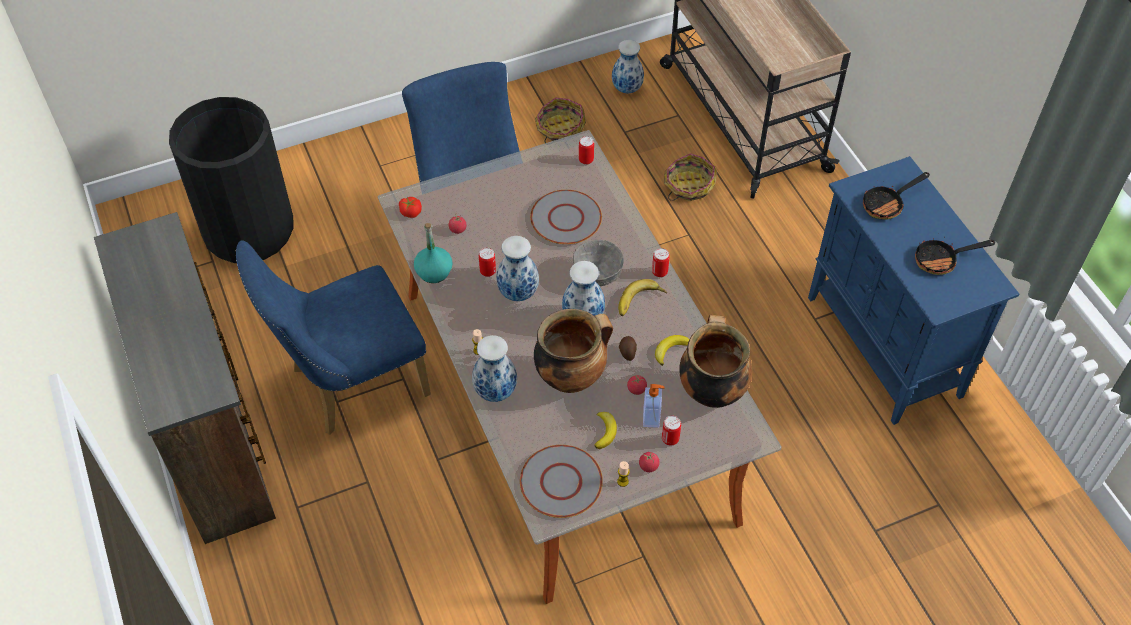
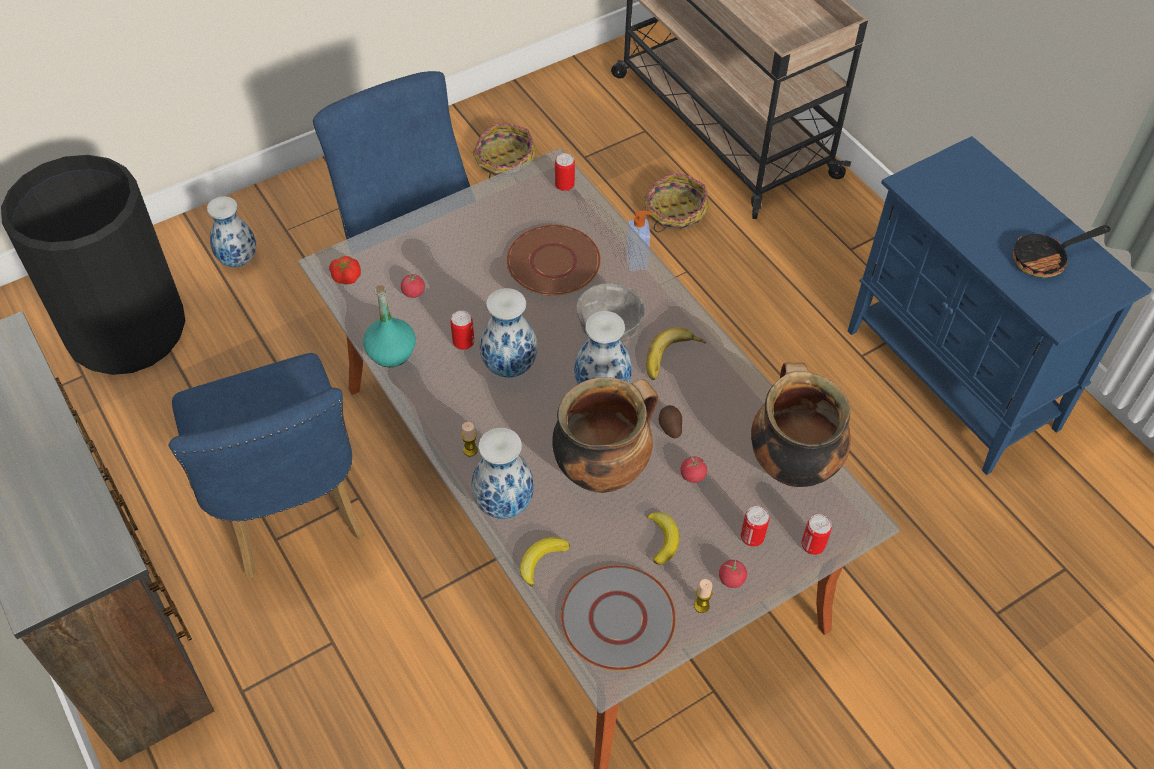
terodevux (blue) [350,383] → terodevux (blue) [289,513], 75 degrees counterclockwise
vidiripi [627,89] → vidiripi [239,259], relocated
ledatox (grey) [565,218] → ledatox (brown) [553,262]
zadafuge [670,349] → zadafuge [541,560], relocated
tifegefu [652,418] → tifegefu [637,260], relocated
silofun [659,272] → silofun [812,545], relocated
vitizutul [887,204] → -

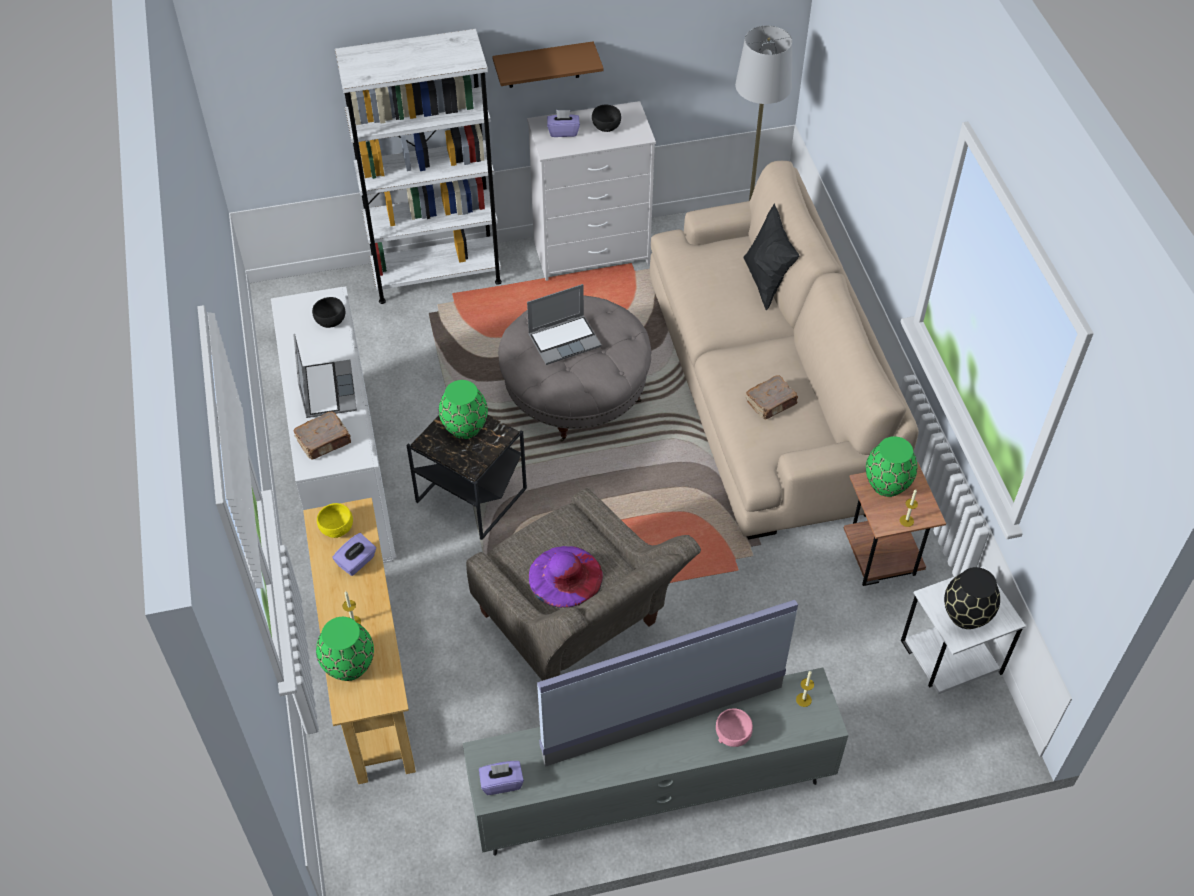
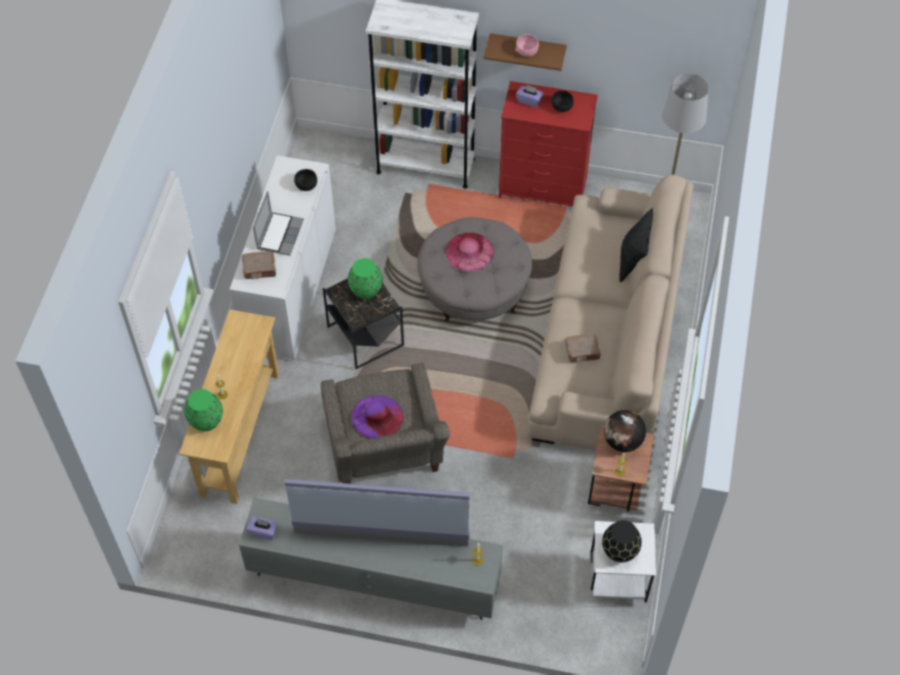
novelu [565,340] → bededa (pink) [469,252]
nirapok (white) [592,251] → nirapok (red) [543,187]
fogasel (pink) [733,733] → fogasel (pink) [526,51], relocated
vidiripi (green) [887,484] → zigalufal [622,441]
fogasel (yellow) [336,527] → -
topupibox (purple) [356,562] → -

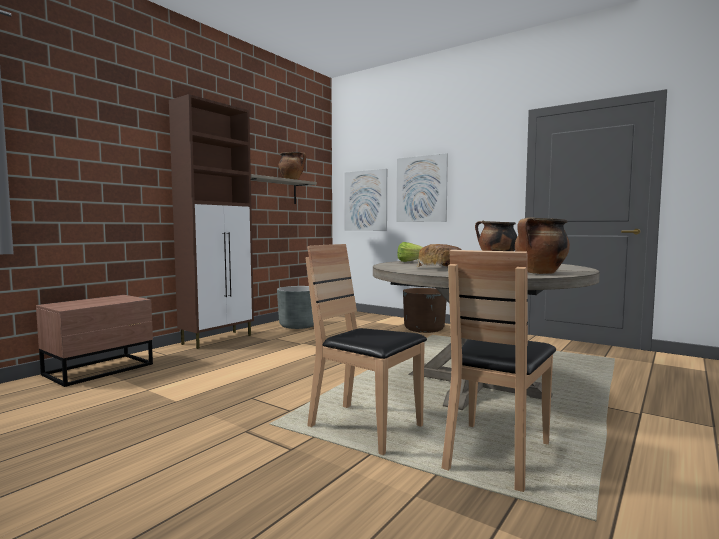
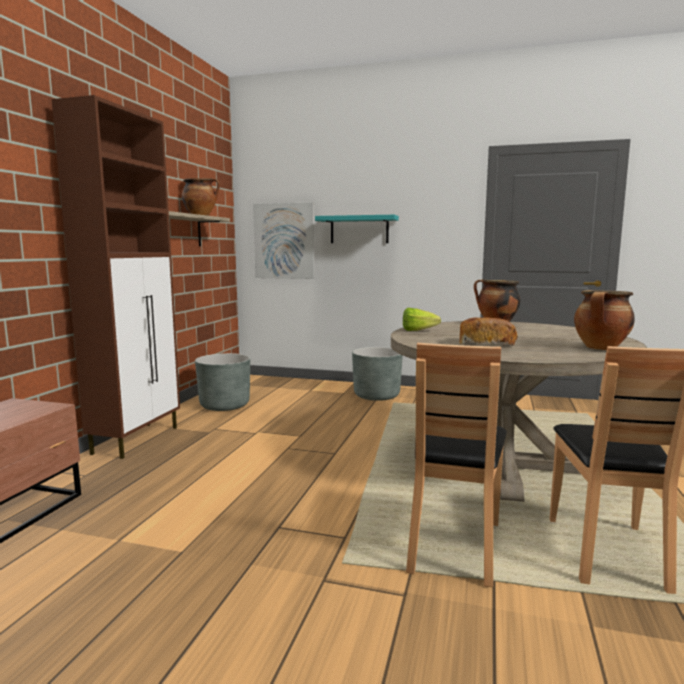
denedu [421,189] → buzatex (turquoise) [359,229]
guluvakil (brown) [424,329] → guluvakil (grey) [376,395]
terodevux (brown) [365,428] → terodevux (brown) [453,545], 90 degrees counterclockwise

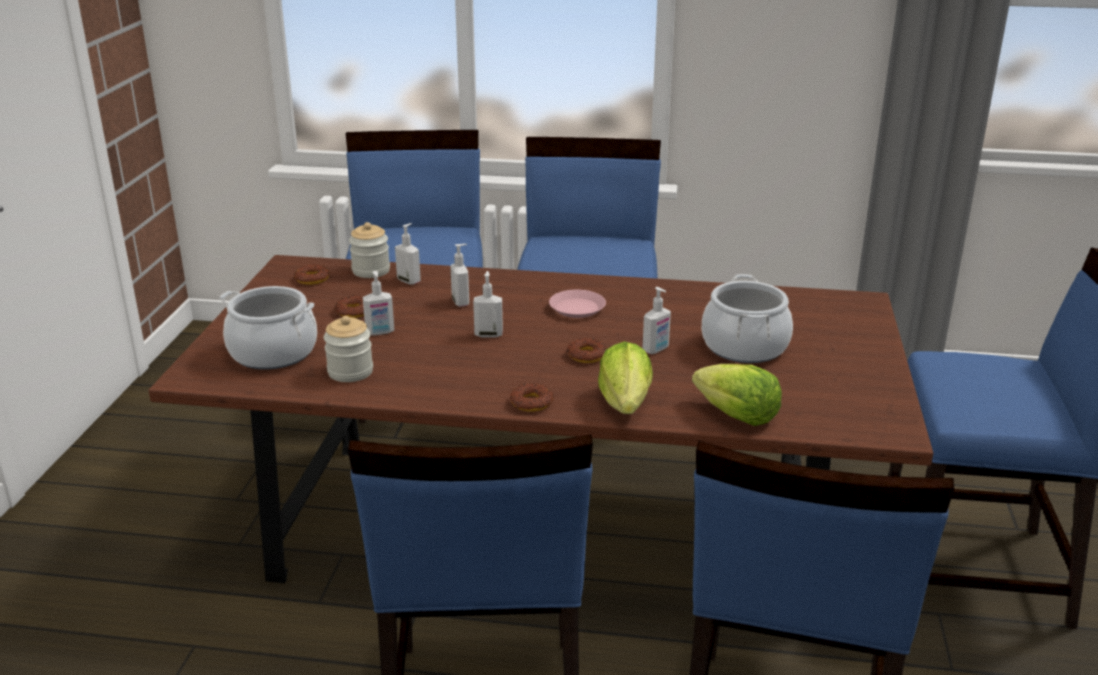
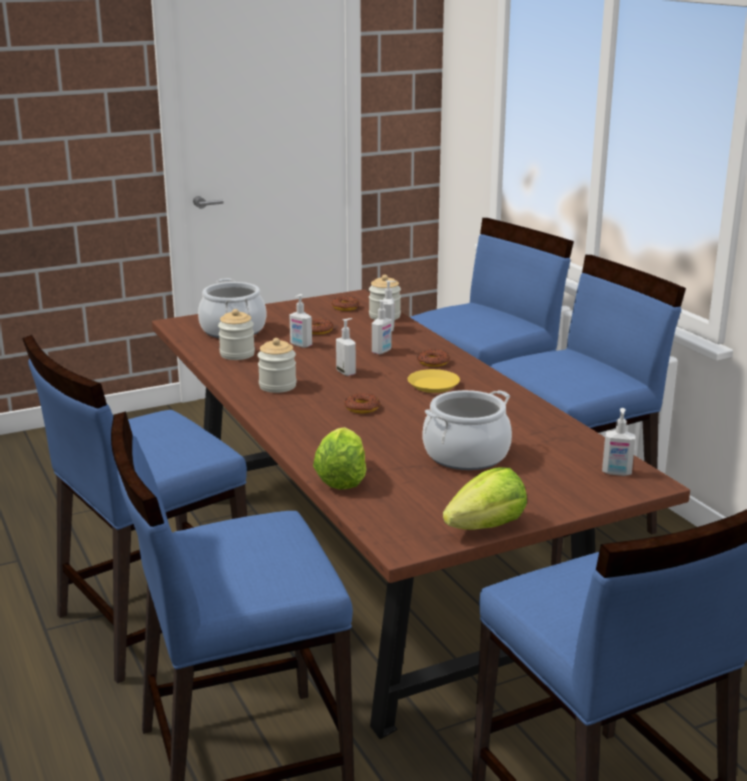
- → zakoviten [277,386]
ledatox (pink) [577,308] → ledatox (yellow) [433,385]
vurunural [531,403] → vurunural [433,362], relocated
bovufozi [625,403] → bovufozi [486,526], relocated
tifegefu [656,350] → tifegefu [616,473], relocated

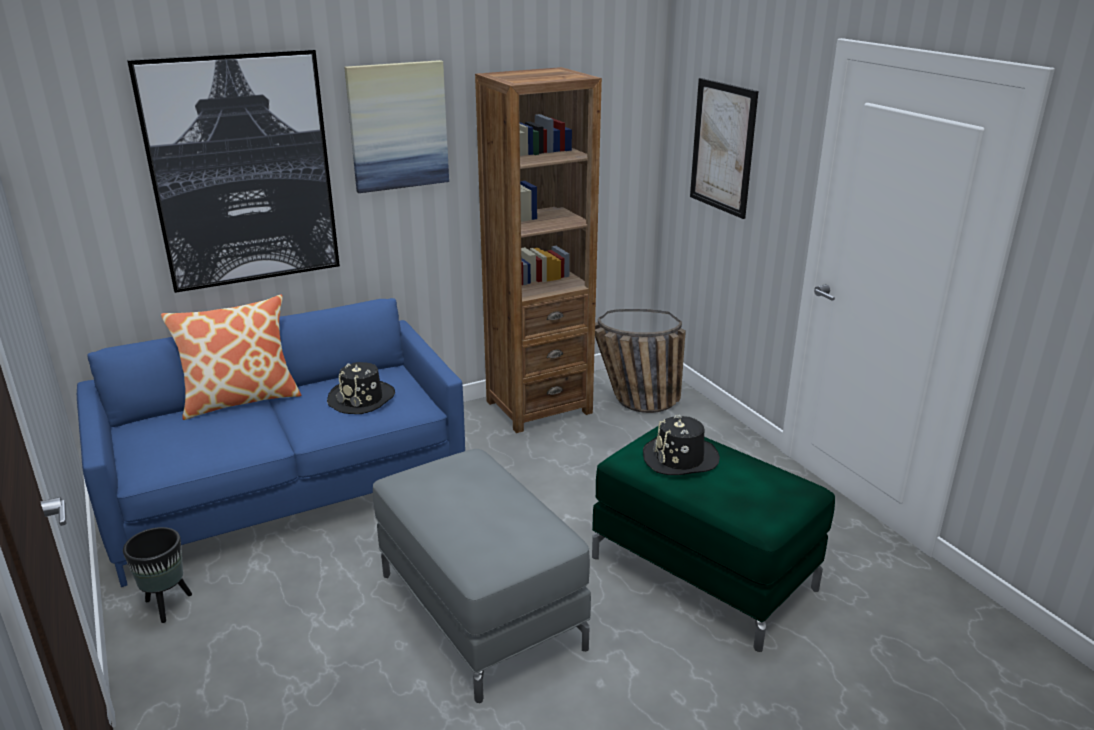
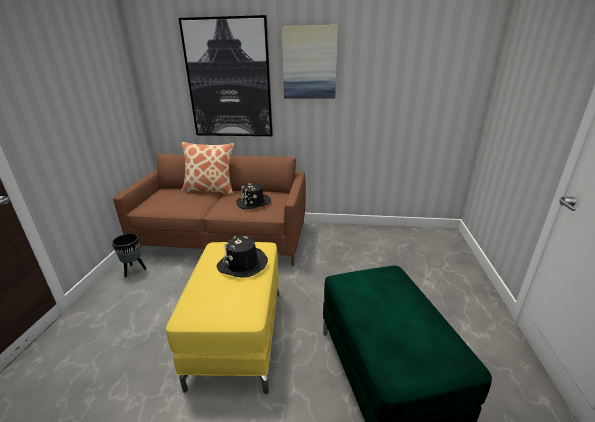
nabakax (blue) [287,491] → nabakax (brown) [224,238]
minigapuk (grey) [478,609] → minigapuk (yellow) [238,334]
bededa (black) [680,458] → bededa (black) [242,264], relocated
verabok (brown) [538,407] → -
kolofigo [633,403] → -
denedu [722,147] → -

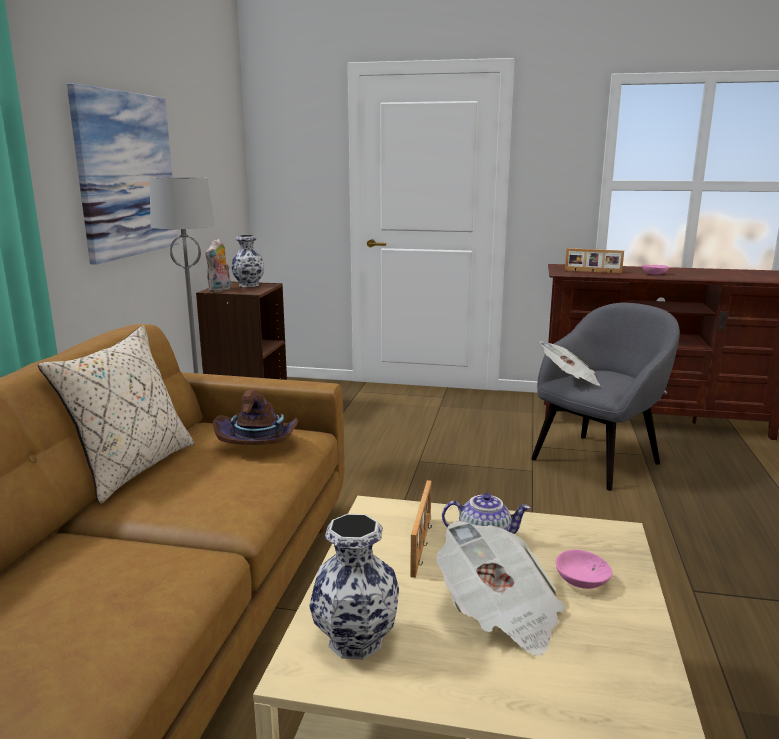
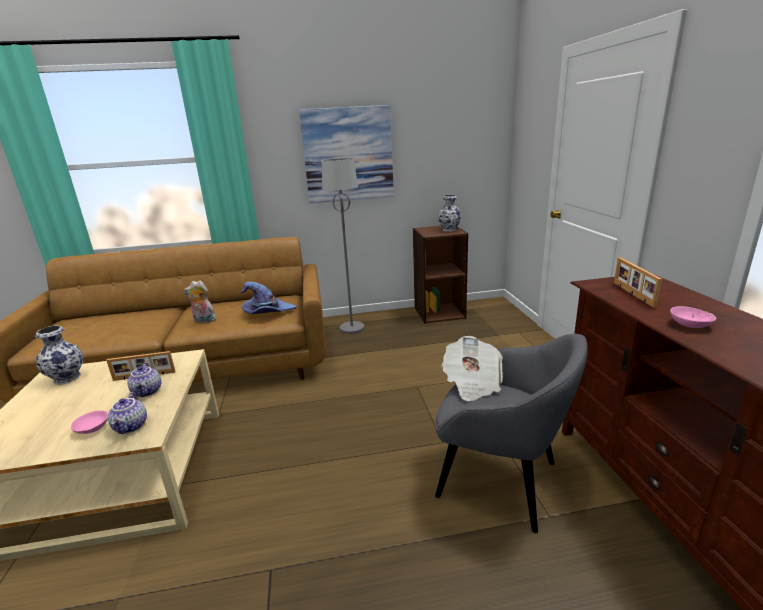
- → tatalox [132,426]
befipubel [220,290] → befipubel [203,321], relocated
bededa (brown) [259,442] → bededa (purple) [267,312]
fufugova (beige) [131,468] → -
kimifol [500,614] → -

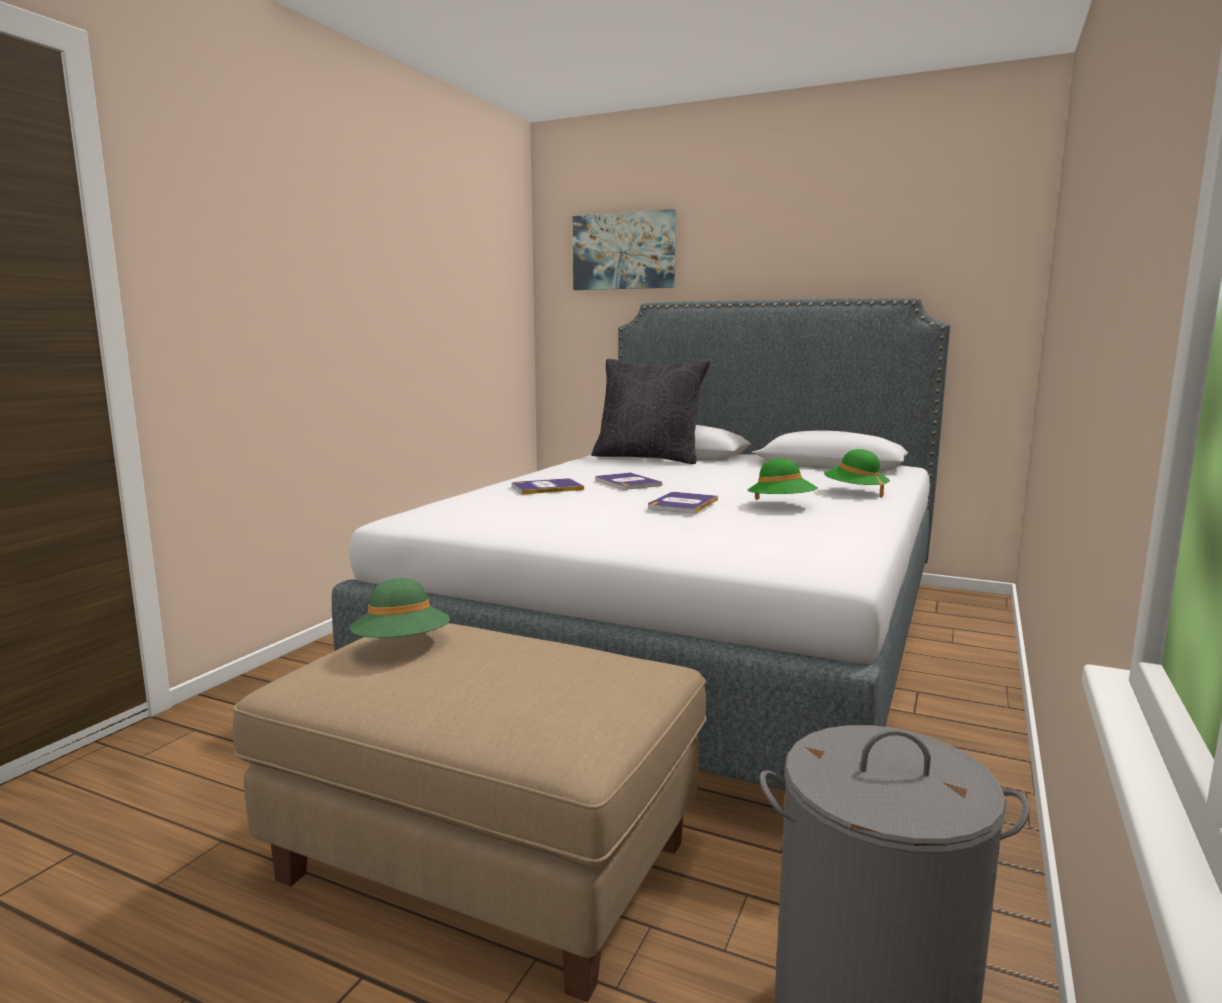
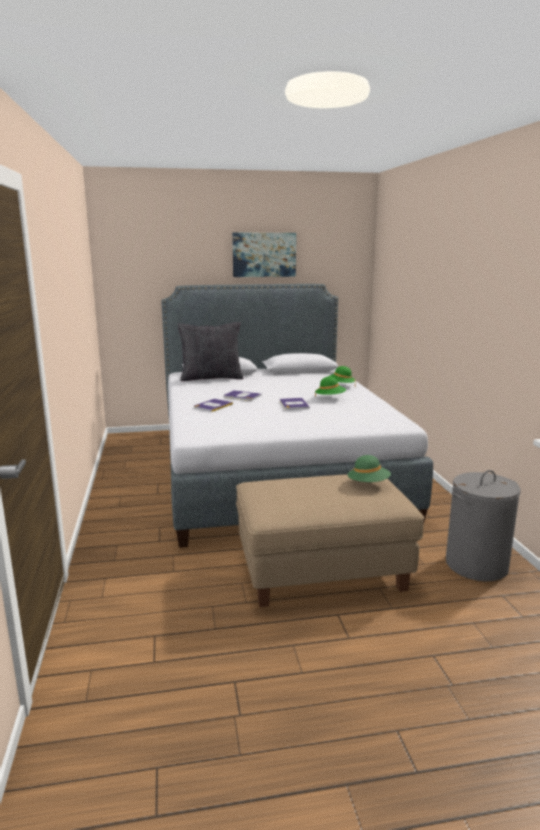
denedu [623,251] → denedu [264,254], relocated
bededa (green) [402,646] → bededa (green) [368,484], relocated

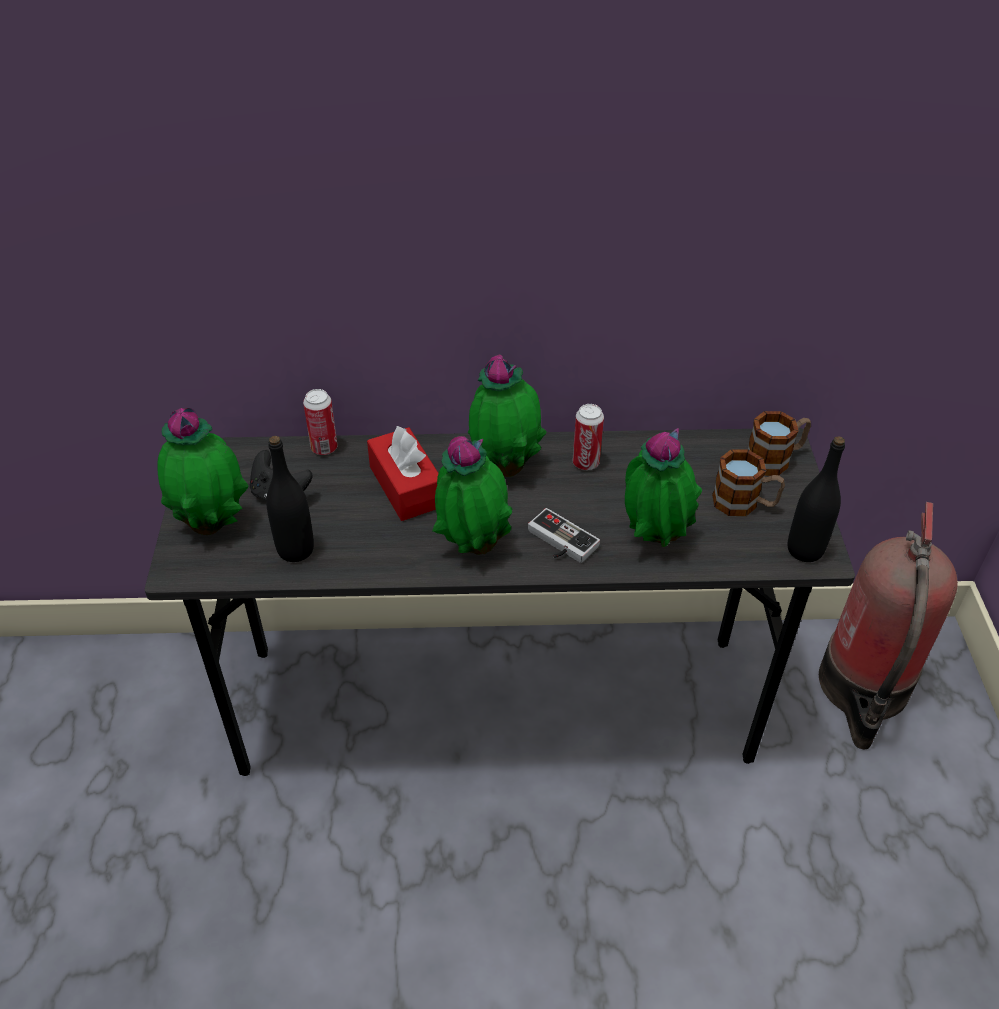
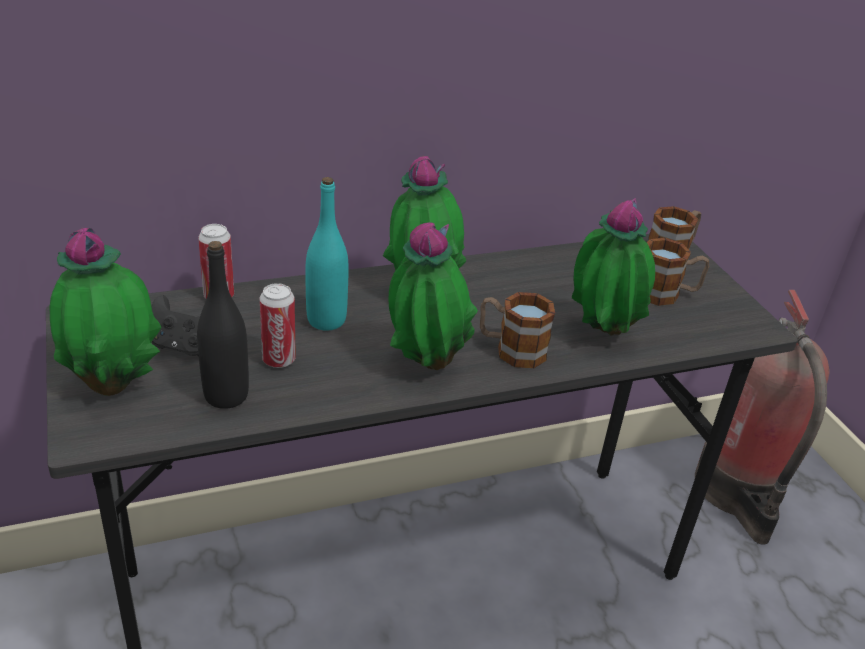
silofun [585,463] → silofun [278,360], relocated
topupibox (red) [406,486] → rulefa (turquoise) [326,320]
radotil [558,542] → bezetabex [511,349]
rulefa (black) [805,550] → -

